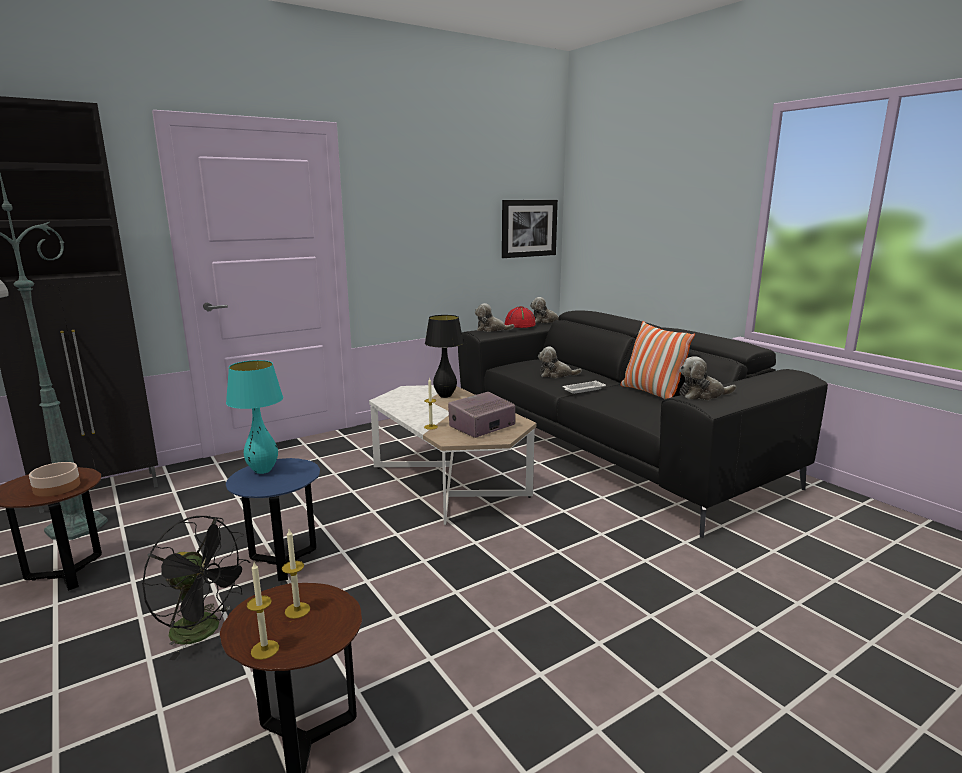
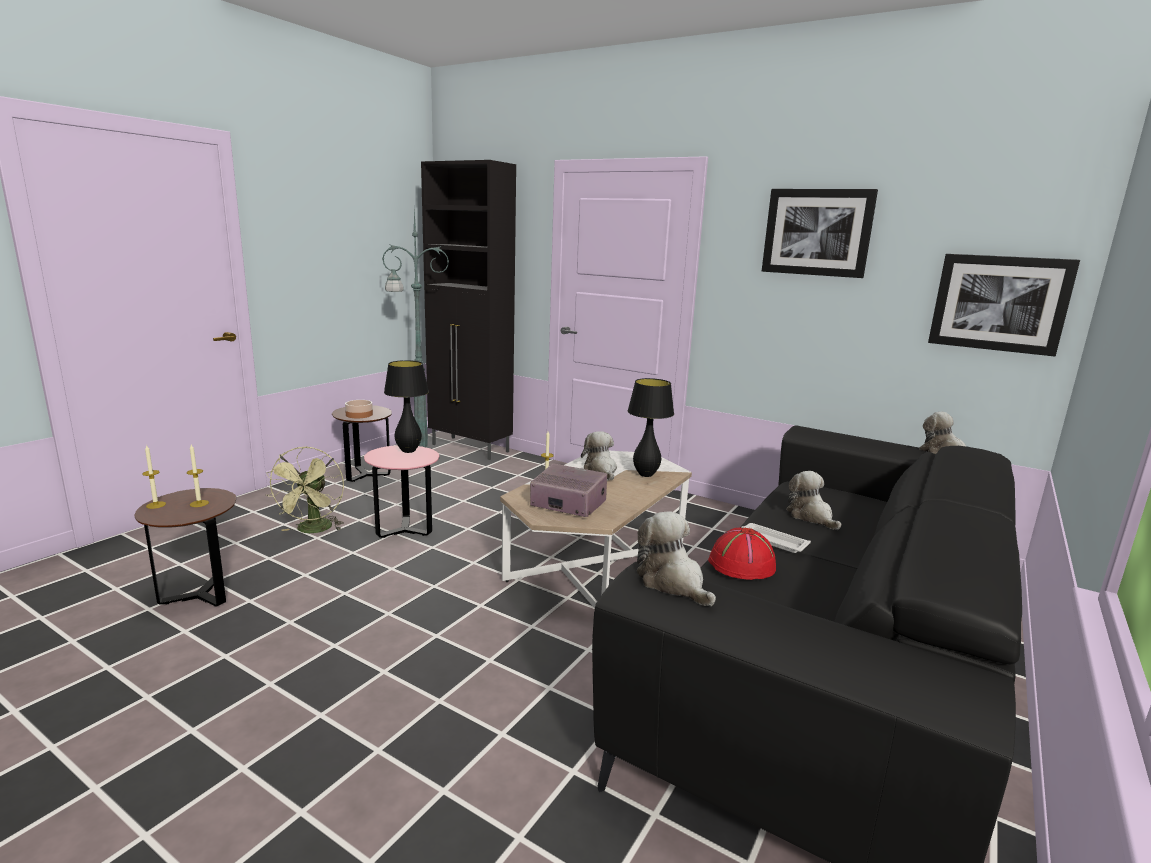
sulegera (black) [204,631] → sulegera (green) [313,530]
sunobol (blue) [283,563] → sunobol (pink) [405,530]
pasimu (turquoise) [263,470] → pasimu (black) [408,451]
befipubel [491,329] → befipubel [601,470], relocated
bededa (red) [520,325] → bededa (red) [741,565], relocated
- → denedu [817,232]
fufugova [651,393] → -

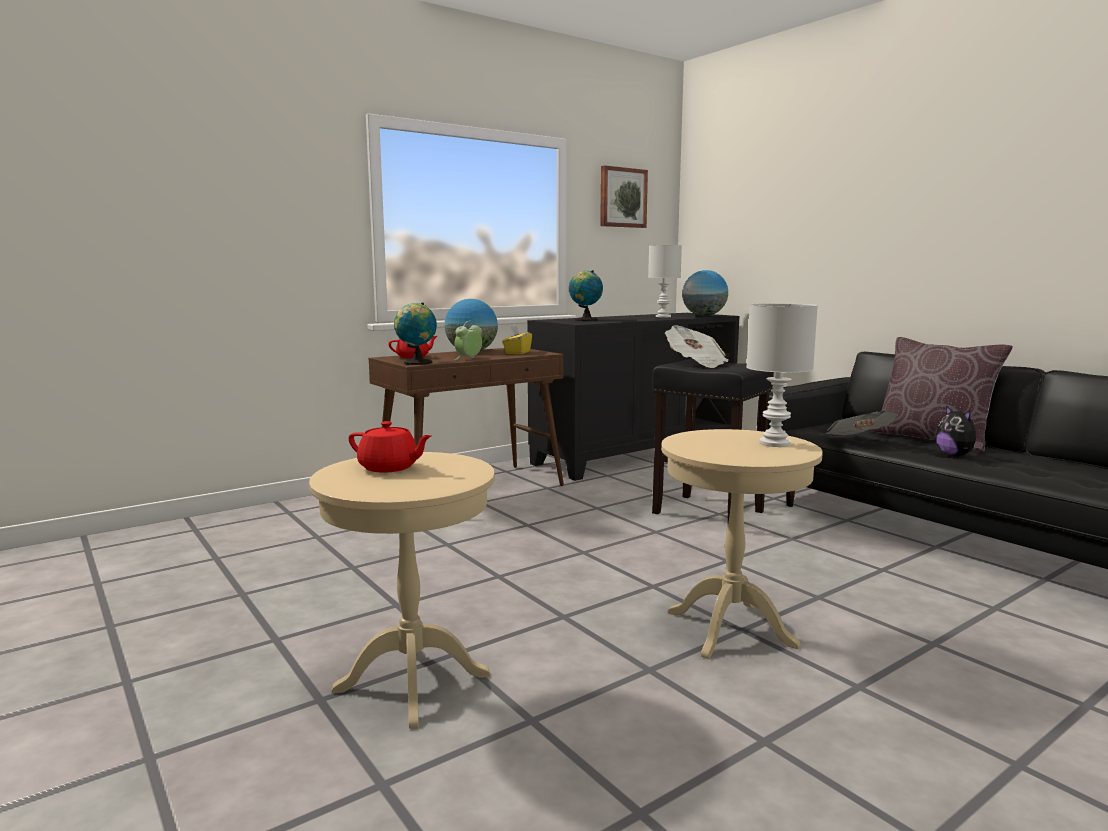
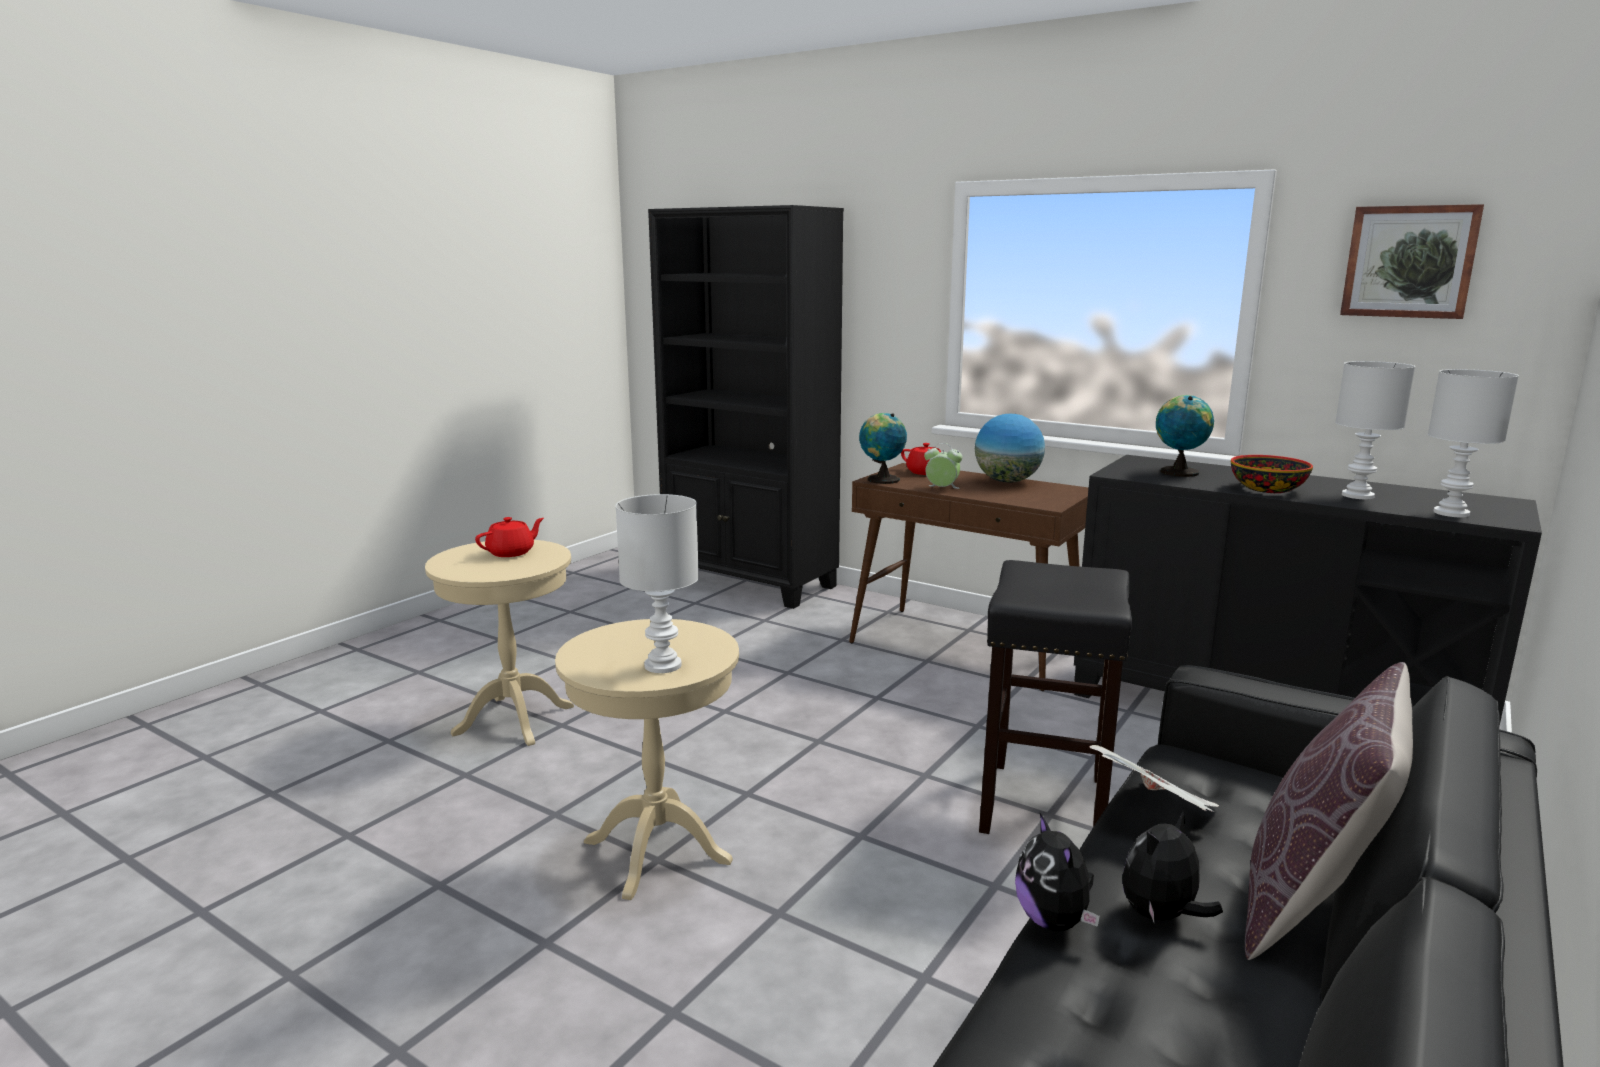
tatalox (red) [389,468] → tatalox (red) [511,552], 135 degrees counterclockwise
- → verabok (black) [751,583]
- → befipubel [1054,921]
- → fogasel [1268,489]
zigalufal [704,316] → pasimu (white) [1452,513]
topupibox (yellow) [517,353] → -
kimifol [696,364] → -

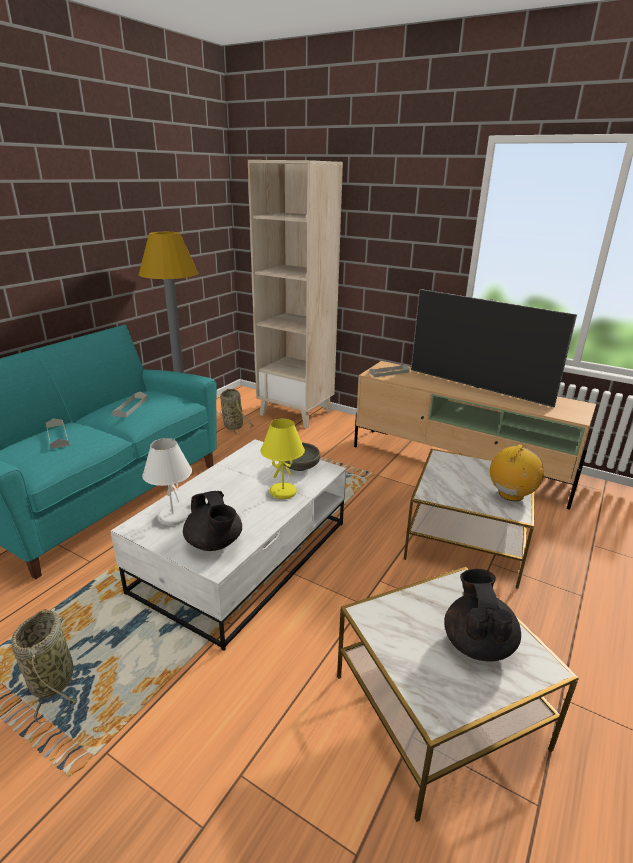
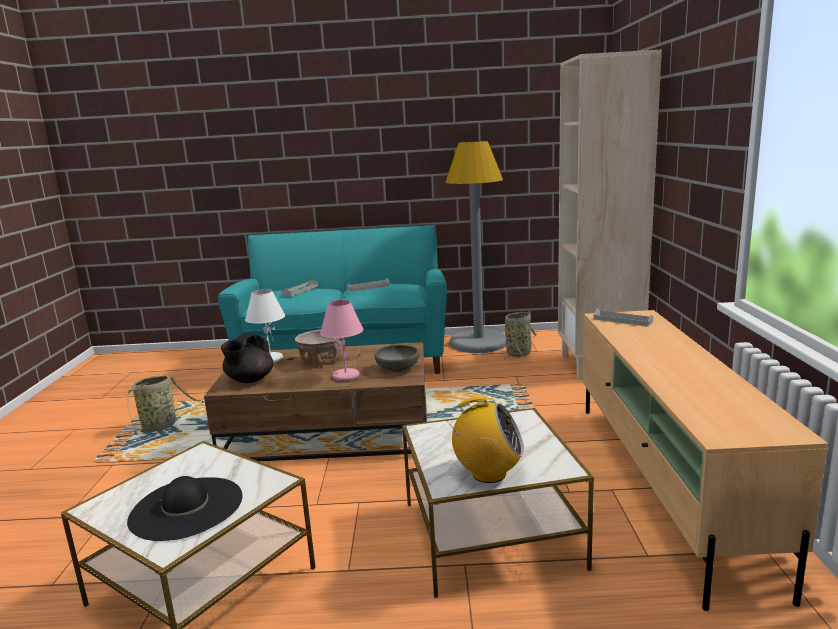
tatalox (black) [477,643] → bededa (black) [186,507]
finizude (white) [244,555] → finizude (brown) [331,431]
- → fogasel (beige) [320,361]
pasimu (yellow) [283,492] → pasimu (pink) [346,376]
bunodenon [477,387] → -

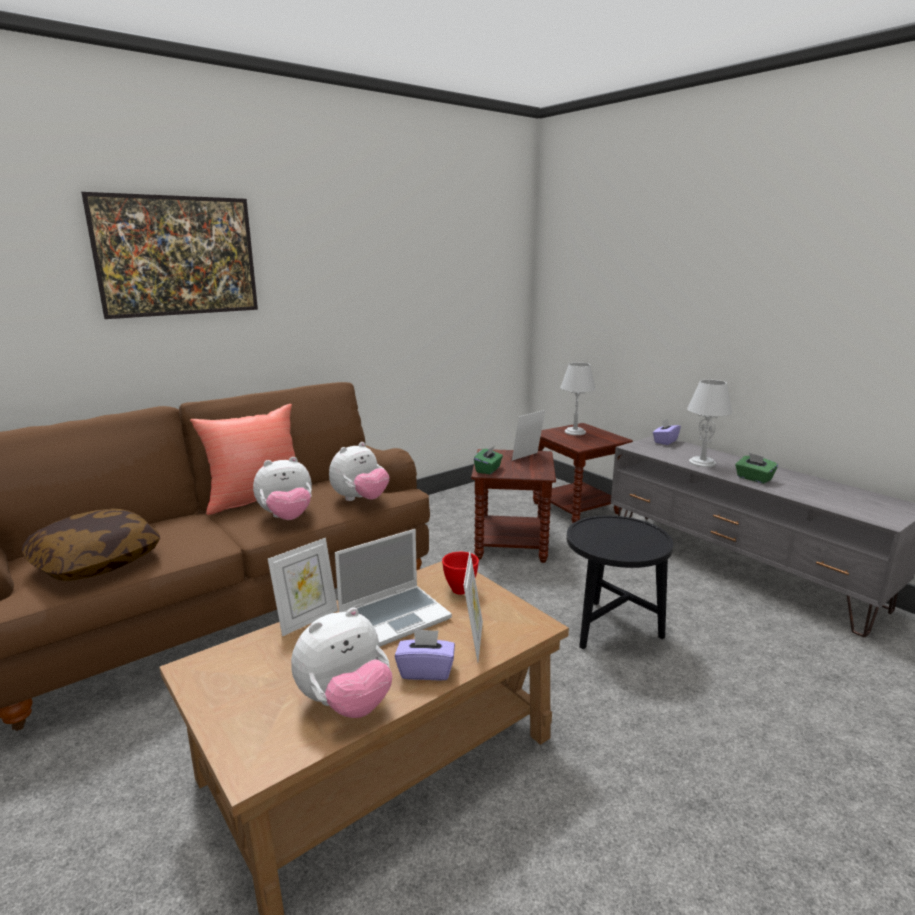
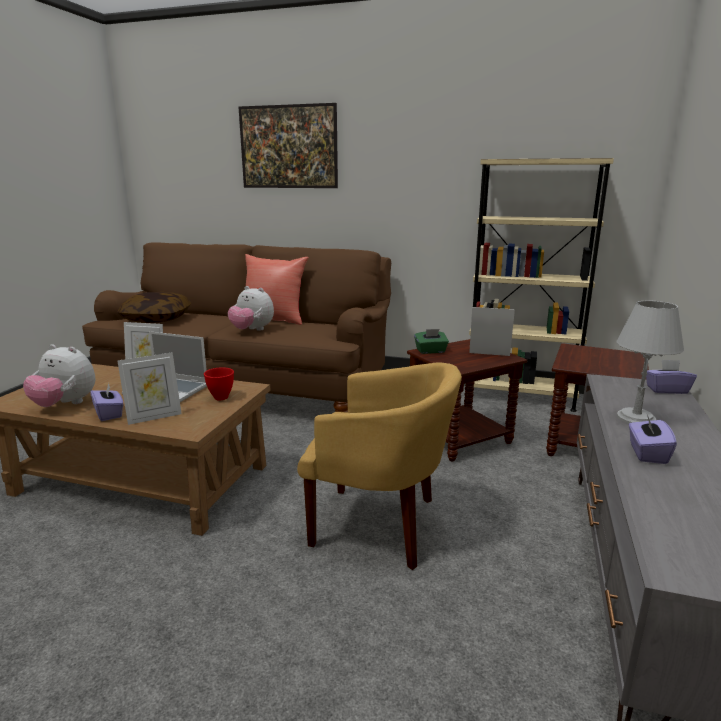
sunobol (black) [610,630] → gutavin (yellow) [380,524]
- → verabok (beige) [519,396]
topupibox (green) [753,478] → topupibox (purple) [647,453]
befipubel [360,499] → -
pasimu (grey) [575,432] → -

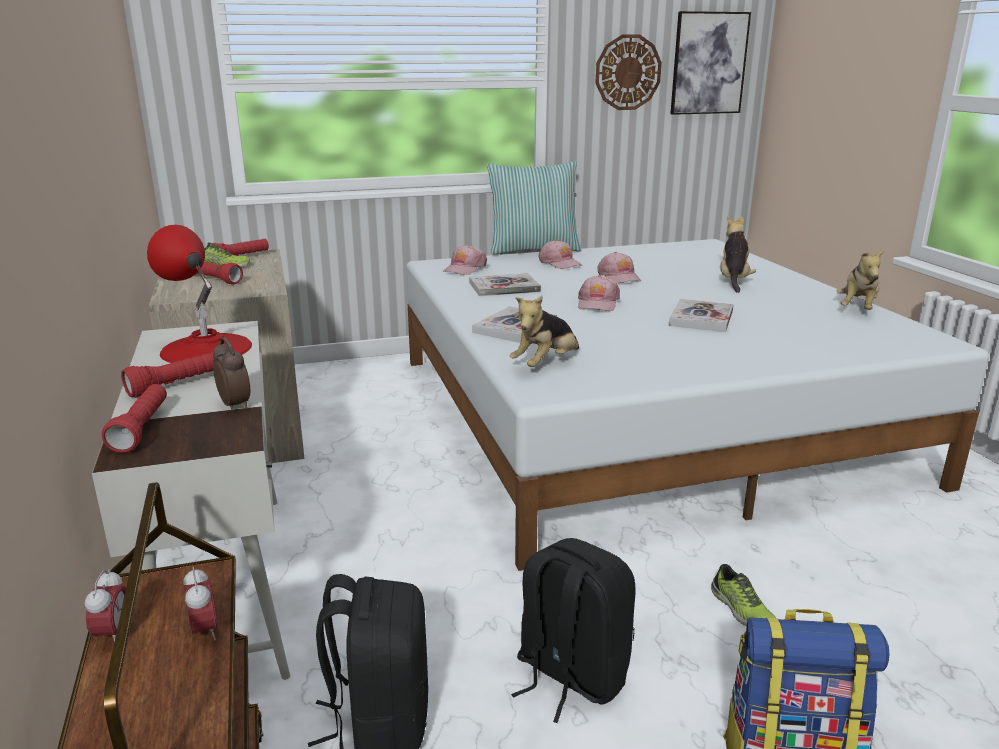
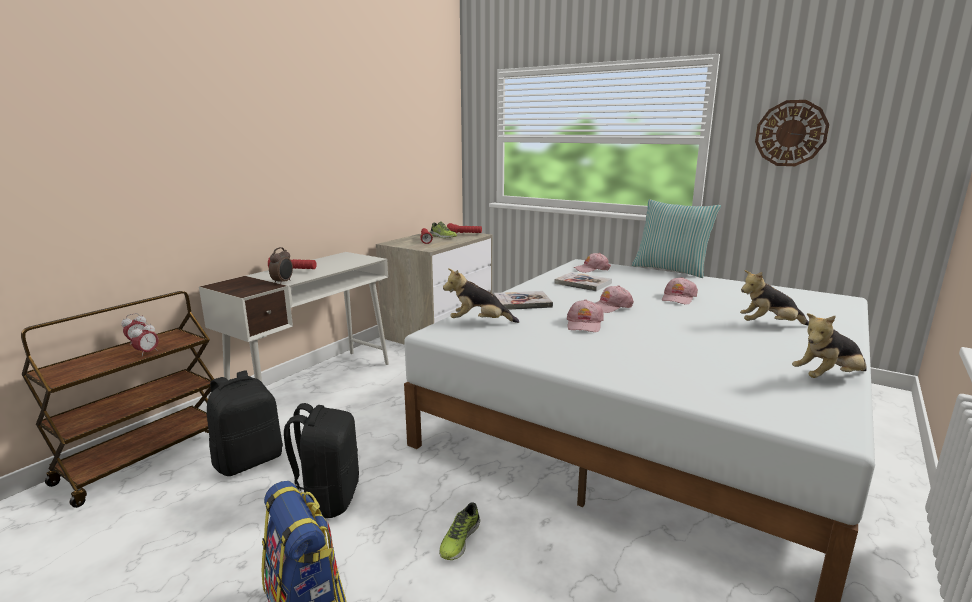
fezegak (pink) [560,263] → fezegak (pink) [584,324], relocated
befipubel [733,281] → befipubel [769,325], 150 degrees counterclockwise
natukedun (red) [141,429] → -
pasimu (red) [206,349] → -
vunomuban [701,318] → -
denedu [709,63] → -

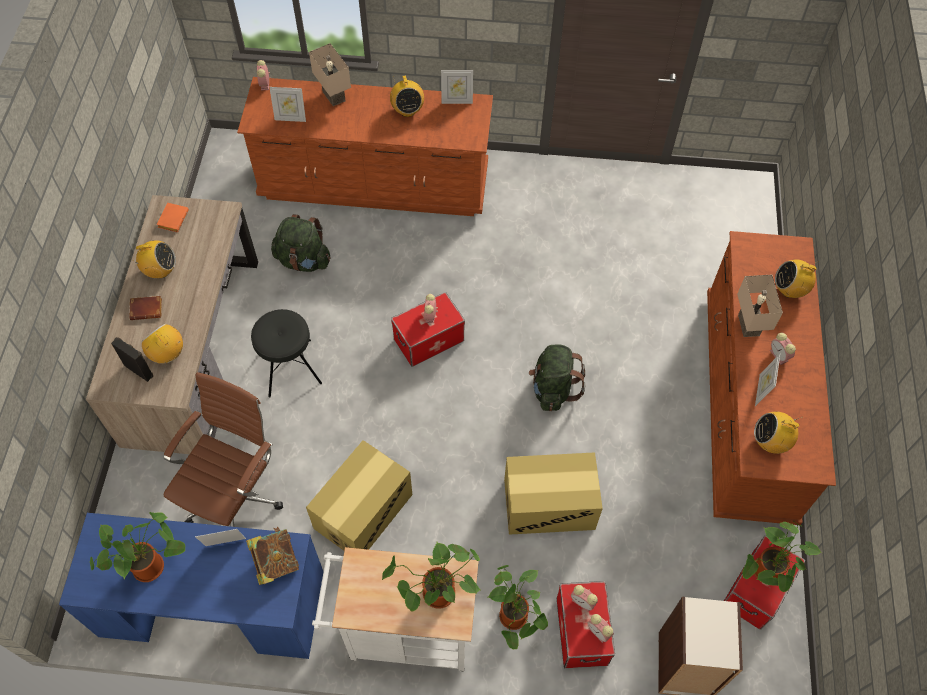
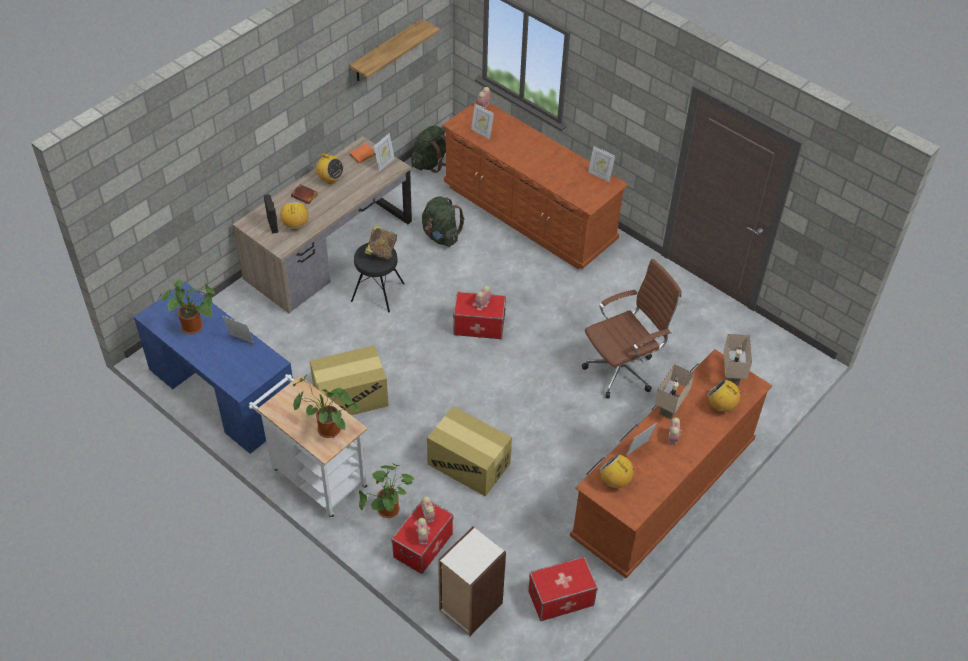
- → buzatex [386,51]
vunomuban [275,561] → vunomuban [381,251], relocated
- → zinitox [384,164]
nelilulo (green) [553,389] → nelilulo (green) [430,163], relocated
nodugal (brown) [236,497] → nodugal (brown) [623,370], relocated
pasimu (beige) [332,96] → pasimu (beige) [730,377], relocated
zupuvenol [407,110] → -
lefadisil [766,574] → -

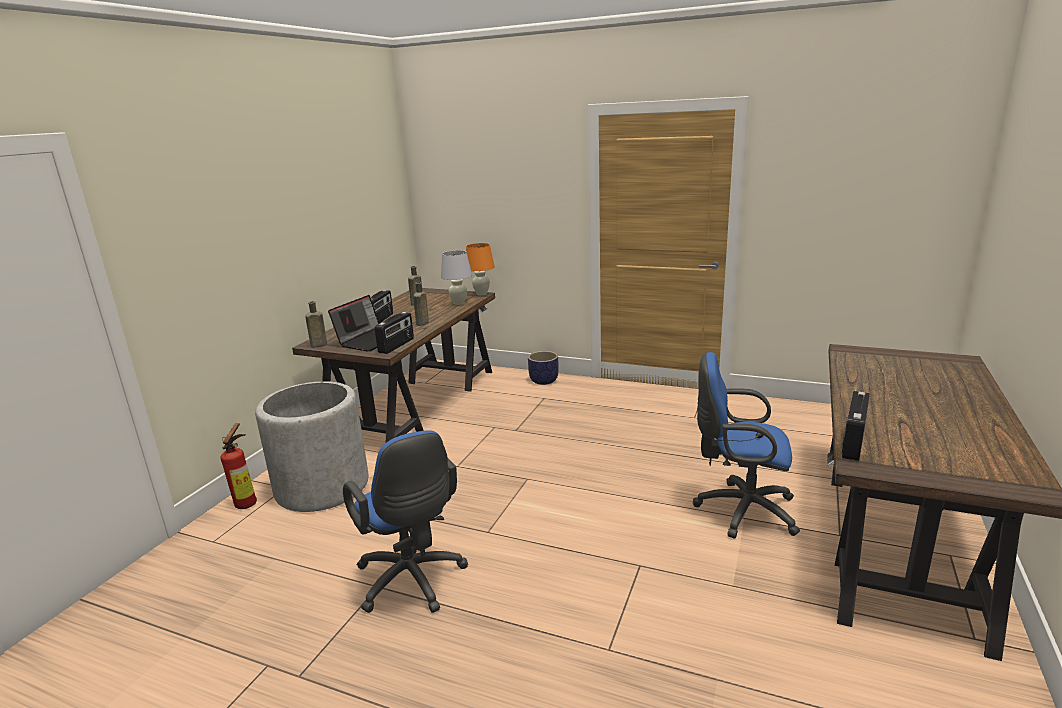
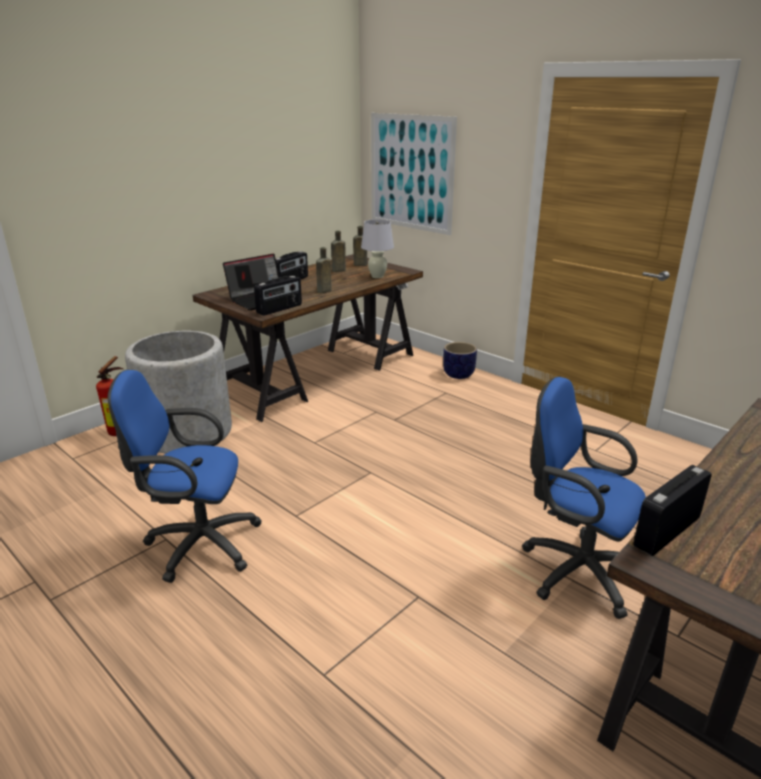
nodugal (blue) [413,582] → nodugal (blue) [197,544], 105 degrees clockwise
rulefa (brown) [317,345] → rulefa (brown) [359,265], relocated
- → denedu [411,173]
pasimu (orange) [481,294] → -

